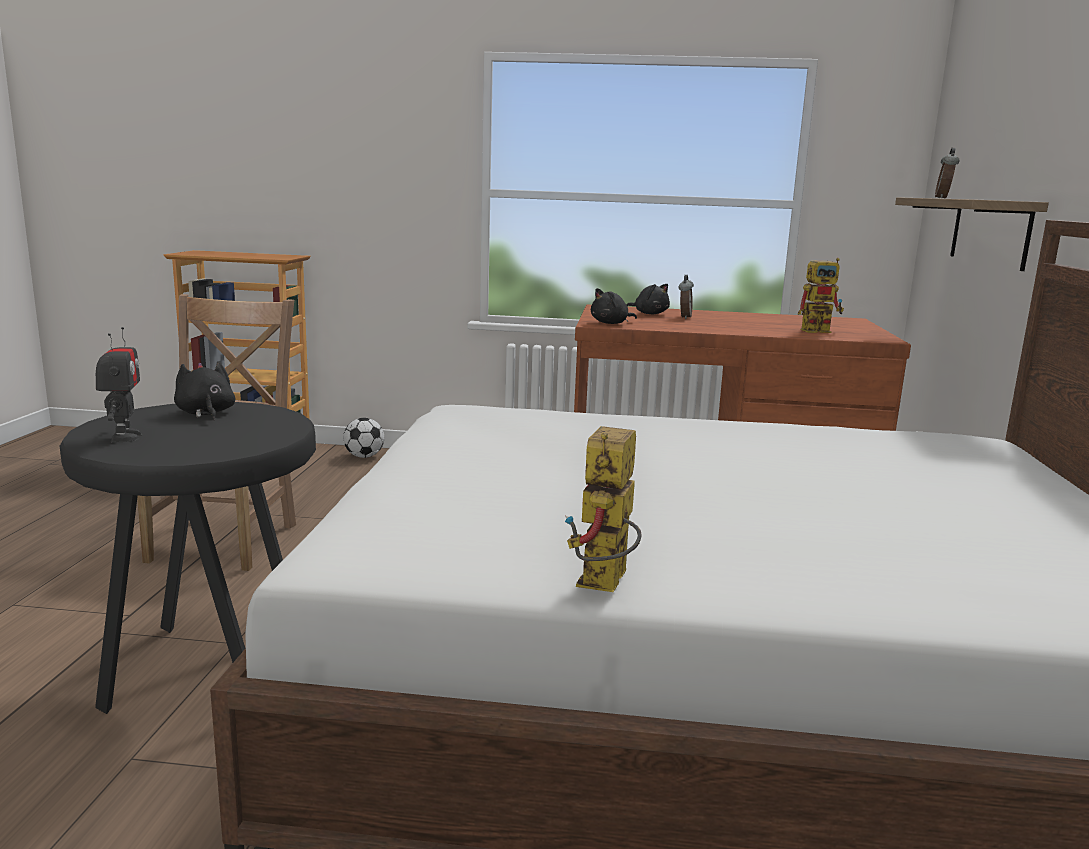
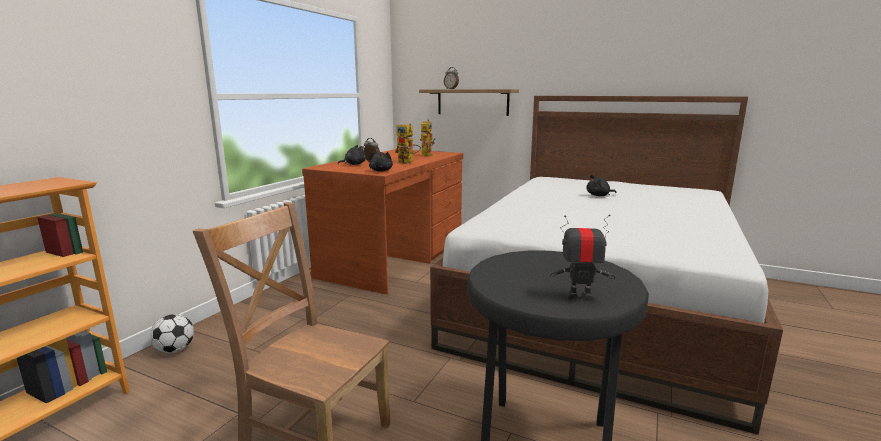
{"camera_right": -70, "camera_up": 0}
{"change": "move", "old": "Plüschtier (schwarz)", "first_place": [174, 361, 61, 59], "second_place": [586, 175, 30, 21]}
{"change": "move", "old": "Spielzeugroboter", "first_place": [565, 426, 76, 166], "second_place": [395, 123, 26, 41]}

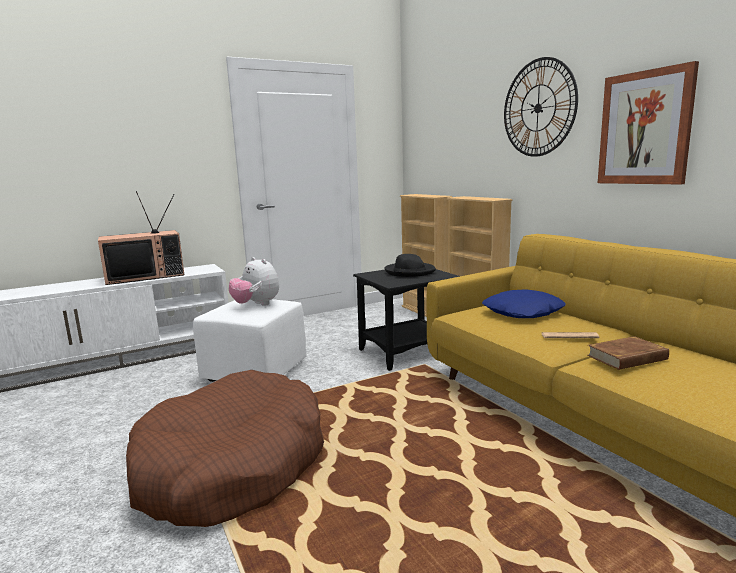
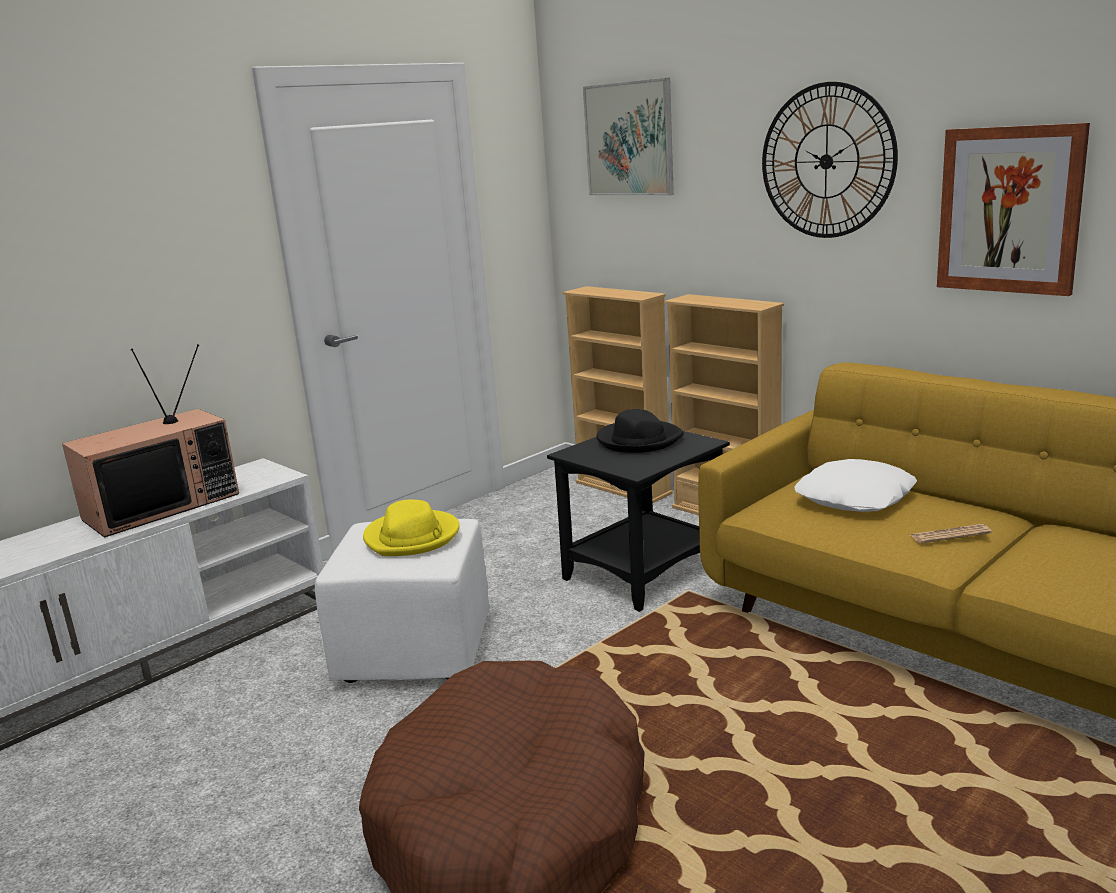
{"camera_right": -15, "camera_up": 5}
{"change": "replace", "old": "Plüschtier", "new": "Hut (gelb)", "first_place": [229, 257, 50, 49], "second_place": [363, 500, 97, 56]}
{"change": "recolor", "old": "Kissen (blau)", "new": "Kissen (weiß)", "first_place": [482, 289, 84, 29], "second_place": [794, 459, 123, 53]}
{"change": "delete", "old": "Buch (braun)", "first_place": [587, 336, 82, 34]}
{"change": "insert", "new": "Bild", "second_place": [583, 78, 91, 118]}

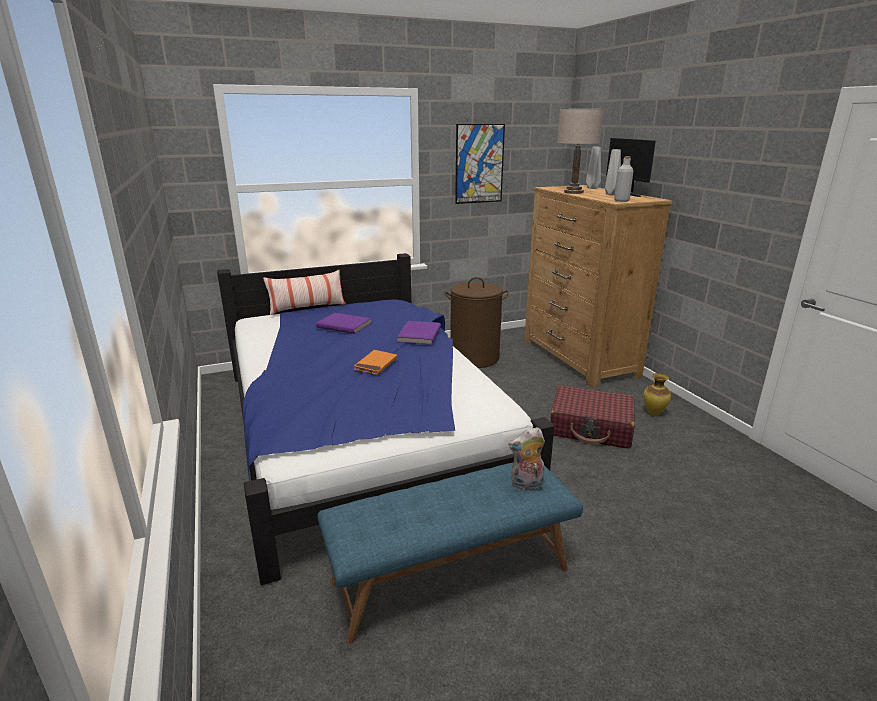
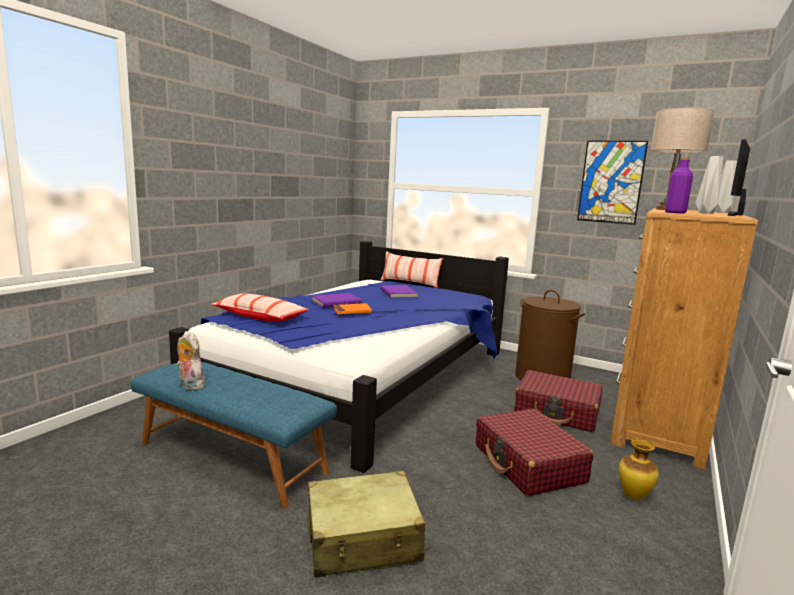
{"camera_right": 50, "camera_up": -10}
{"change": "recolor", "old": "Flasche (grau)", "new": "Flasche (lila)", "first_place": [614, 157, 20, 45], "second_place": [665, 157, 28, 57]}
{"change": "move", "old": "Buch (lila)", "first_place": [397, 321, 44, 24], "second_place": [312, 293, 50, 15]}
{"change": "move", "old": "Plüschtier", "first_place": [508, 427, 37, 63], "second_place": [176, 331, 29, 59]}
{"change": "insert", "new": "Kissen", "second_place": [211, 294, 98, 28]}
{"change": "insert", "new": "Koffer (rot)", "second_place": [514, 370, 88, 62]}
{"change": "insert", "new": "Koffer (beige)", "second_place": [307, 471, 118, 106]}

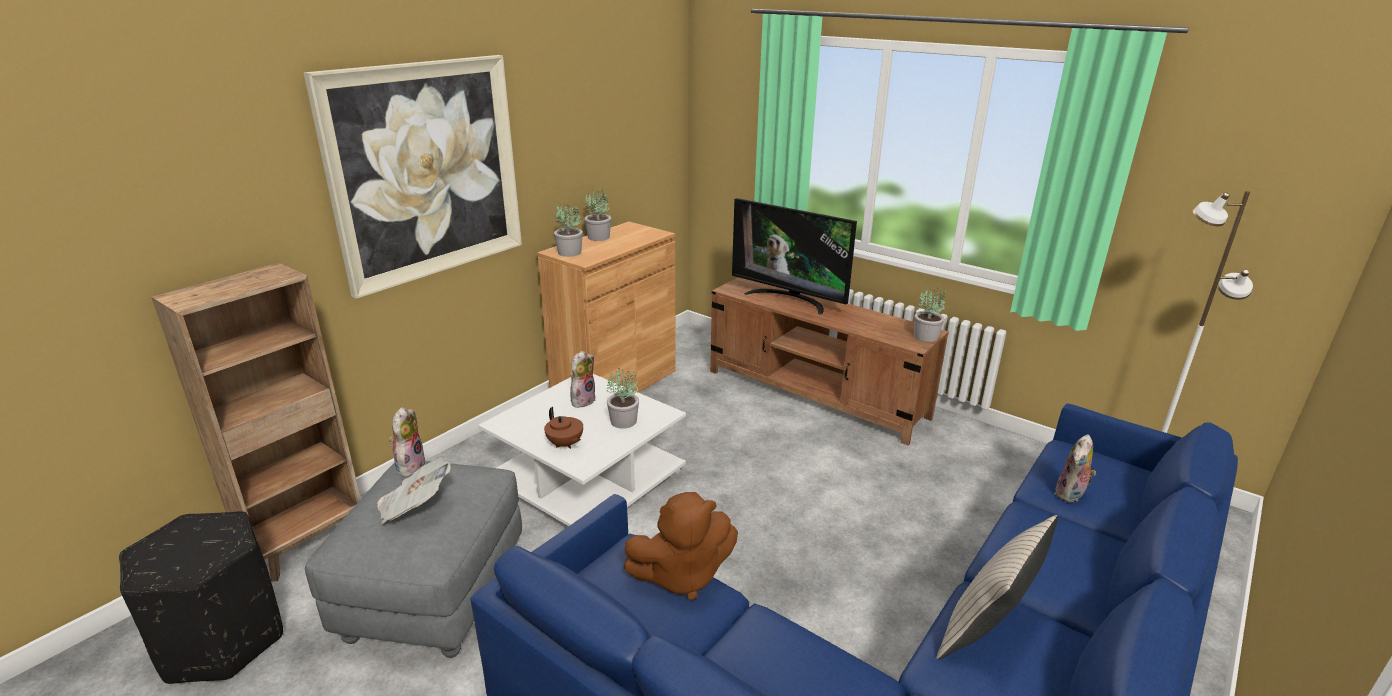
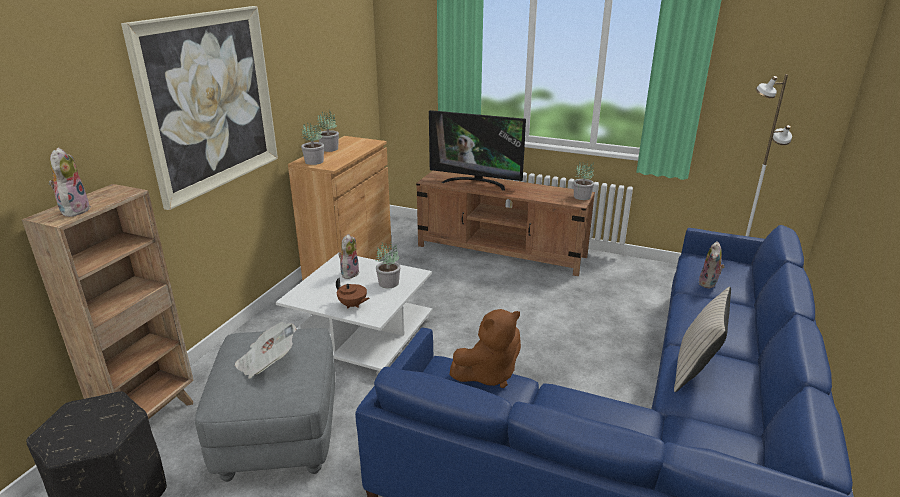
{"camera_right": -15, "camera_up": 0}
{"change": "move", "old": "Plüschtier", "first_place": [389, 407, 37, 70], "second_place": [49, 147, 42, 70]}

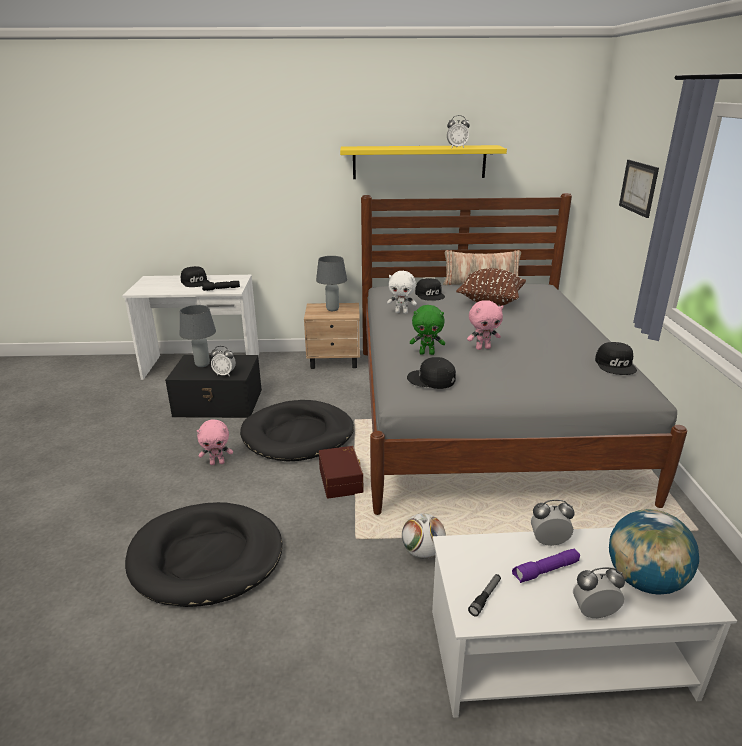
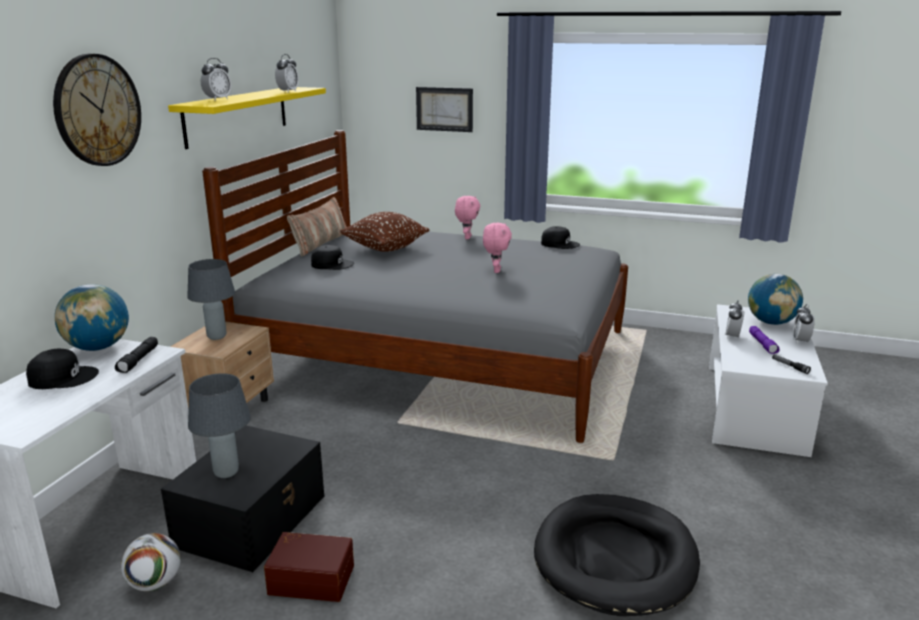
{"camera_right": -70, "camera_up": -5}
{"change": "delete", "old": "Plüschtier (weiß)", "first_place": [387, 271, 30, 43]}
{"change": "delete", "old": "Plüschtier (grün)", "first_place": [410, 305, 35, 50]}
{"change": "move", "old": "Wecker", "first_place": [211, 346, 25, 31], "second_place": [200, 58, 32, 42]}
{"change": "delete", "old": "Kappe (schwarz)", "first_place": [407, 357, 49, 32]}
{"change": "delete", "old": "Hundebett (schwarz)", "first_place": [240, 400, 114, 62]}
{"change": "move", "old": "Plüschtier (rosa)", "first_place": [197, 419, 36, 46], "second_place": [455, 196, 25, 43]}
{"change": "move", "old": "Aufbewahrungsbox (braun)", "first_place": [319, 446, 44, 53], "second_place": [264, 532, 90, 70]}
{"change": "move", "old": "Fußball", "first_place": [402, 513, 44, 46], "second_place": [121, 533, 60, 58]}
{"change": "insert", "new": "Wanduhr", "second_place": [53, 54, 88, 112]}
{"change": "insert", "new": "Globus", "second_place": [55, 284, 74, 67]}

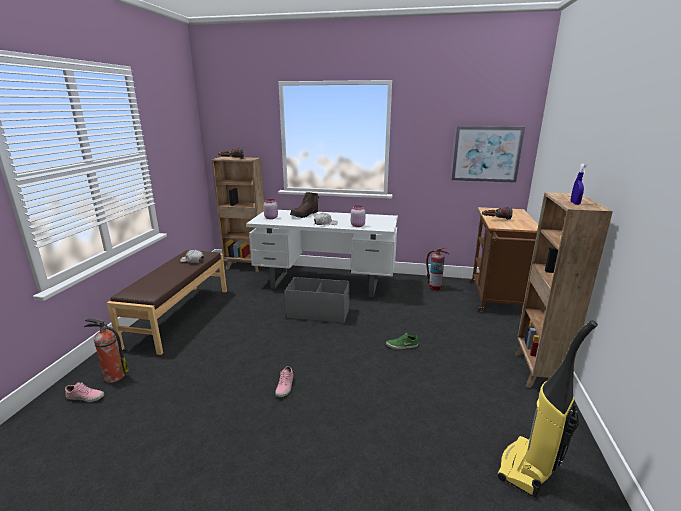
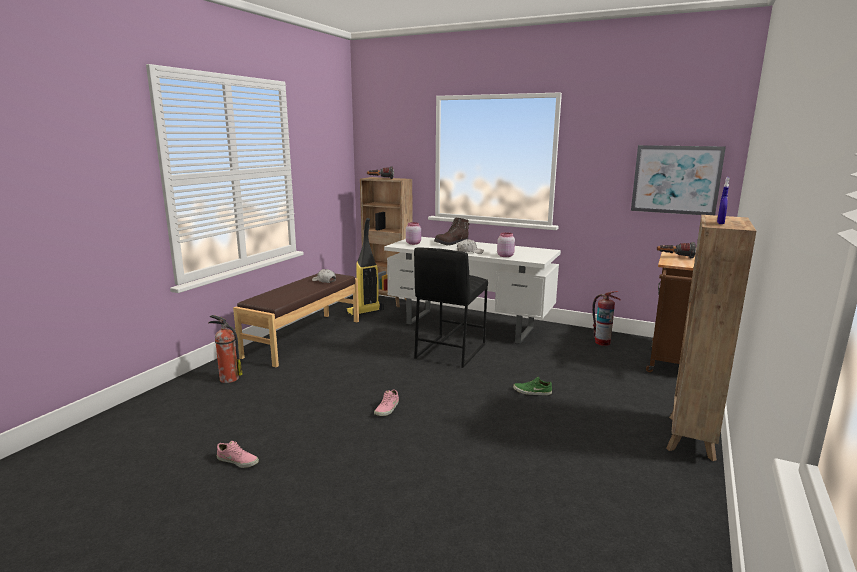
{"camera_right": 15, "camera_up": -5}
{"change": "replace", "old": "Aufbewahrungsbox (grau)", "new": "Hocker (schwarz)", "first_place": [285, 277, 64, 46], "second_place": [414, 247, 74, 121]}
{"change": "move", "old": "Staubsauger", "first_place": [497, 320, 101, 178], "second_place": [345, 218, 39, 98]}
{"change": "move", "old": "Schuh (rosa)", "first_place": [65, 382, 39, 20], "second_place": [217, 441, 42, 27]}

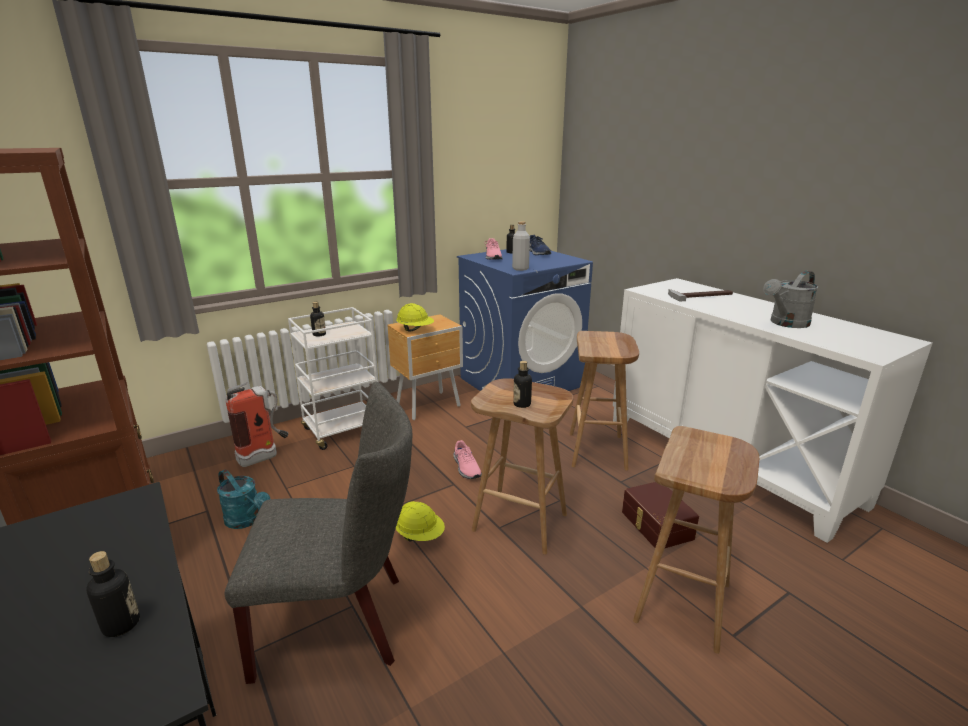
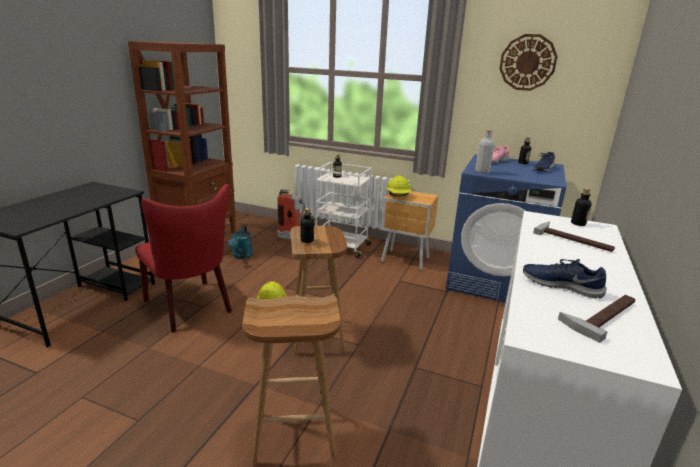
{"camera_right": 55, "camera_up": 0}
{"change": "replace", "old": "Gießkanne (grau)", "new": "Schuh (blau)", "first_place": [763, 271, 55, 57], "second_place": [523, 259, 84, 40]}
{"change": "delete", "old": "Hocker (braun)", "first_place": [570, 331, 69, 140]}
{"change": "recolor", "old": "Stuhl (grau)", "new": "Stuhl (rot)", "first_place": [224, 382, 188, 302], "second_place": [135, 184, 97, 148]}
{"change": "delete", "old": "Schuh (rosa)", "first_place": [453, 440, 29, 39]}
{"change": "delete", "old": "Aufbewahrungsbox (braun)", "first_place": [622, 482, 77, 66]}
{"change": "move", "old": "Flasche", "first_place": [86, 551, 54, 86], "second_place": [571, 188, 21, 38]}
{"change": "insert", "new": "Wanduhr", "second_place": [499, 34, 59, 57]}
{"change": "insert", "new": "Hammer", "second_place": [558, 295, 77, 48]}

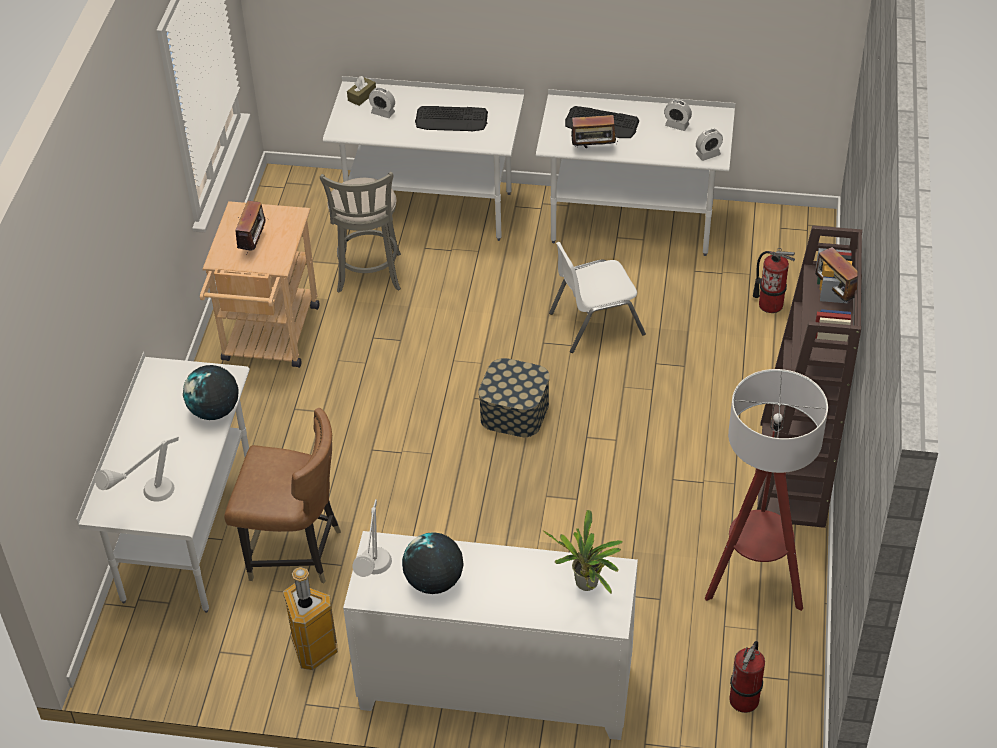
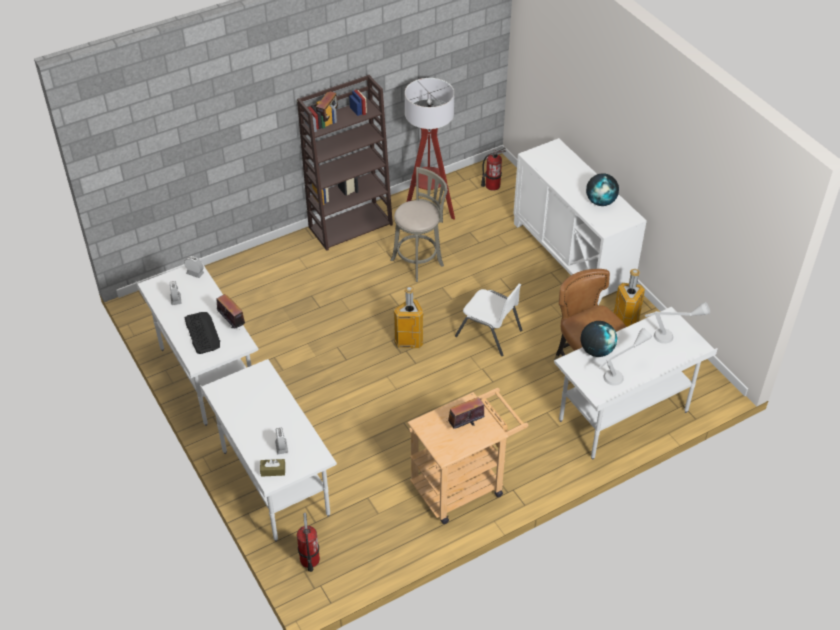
{"camera_right": -130, "camera_up": 0}
{"change": "delete", "old": "Tastatur", "first_place": [415, 106, 73, 25]}
{"change": "move", "old": "Hocker (grau)", "first_place": [320, 172, 81, 121], "second_place": [390, 167, 58, 115]}
{"change": "move", "old": "Stuhl (weiß)", "first_place": [549, 242, 97, 111], "second_place": [455, 283, 67, 73]}
{"change": "move", "old": "Feuerlöscher", "first_place": [753, 248, 42, 65], "second_place": [297, 513, 23, 59]}
{"change": "replace", "old": "Aufbewahrungsbox", "new": "Mülleimer", "first_place": [479, 358, 71, 79], "second_place": [393, 286, 31, 62]}
{"change": "move", "old": "Tischlampe (grau)", "first_place": [352, 499, 40, 78], "second_place": [599, 328, 53, 58]}
{"change": "delete", "old": "Topfpflanze", "first_place": [543, 510, 80, 84]}

